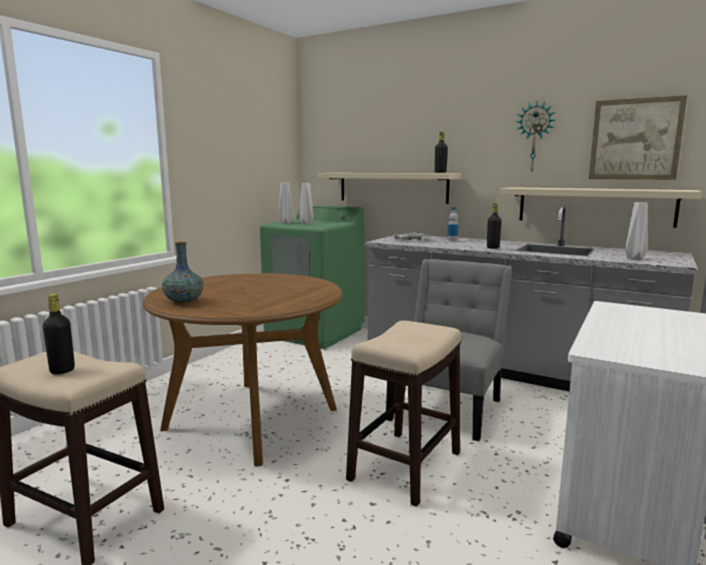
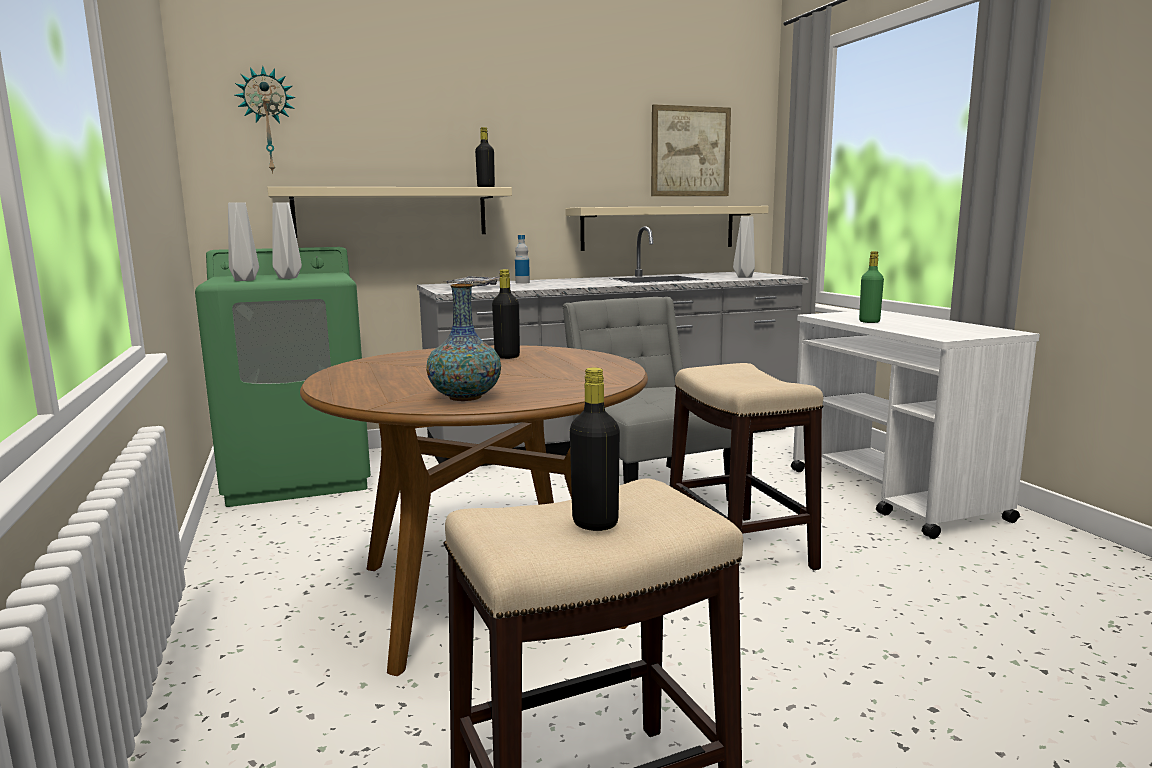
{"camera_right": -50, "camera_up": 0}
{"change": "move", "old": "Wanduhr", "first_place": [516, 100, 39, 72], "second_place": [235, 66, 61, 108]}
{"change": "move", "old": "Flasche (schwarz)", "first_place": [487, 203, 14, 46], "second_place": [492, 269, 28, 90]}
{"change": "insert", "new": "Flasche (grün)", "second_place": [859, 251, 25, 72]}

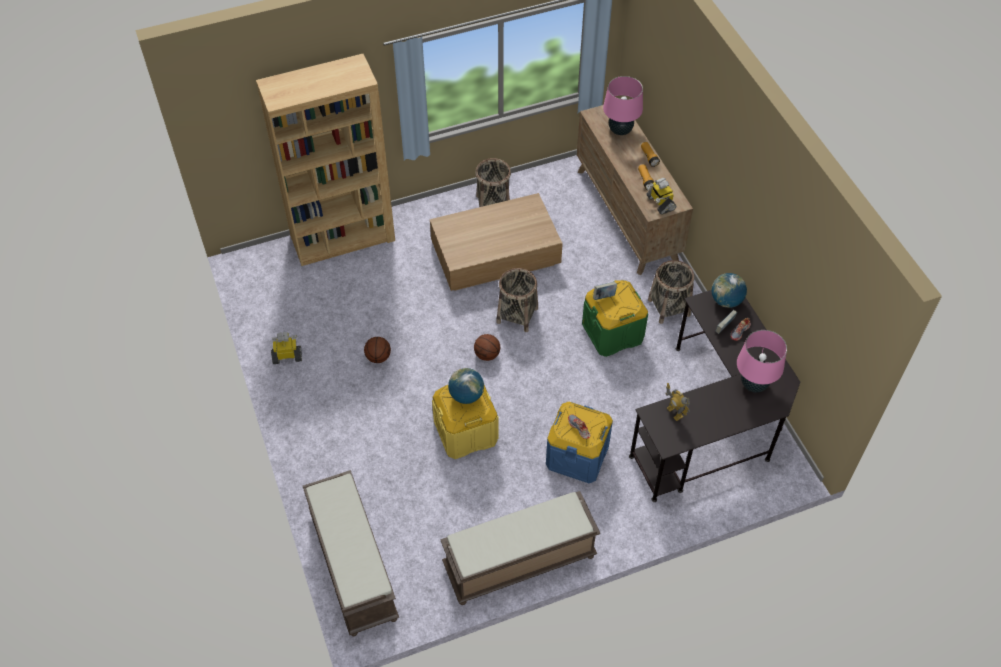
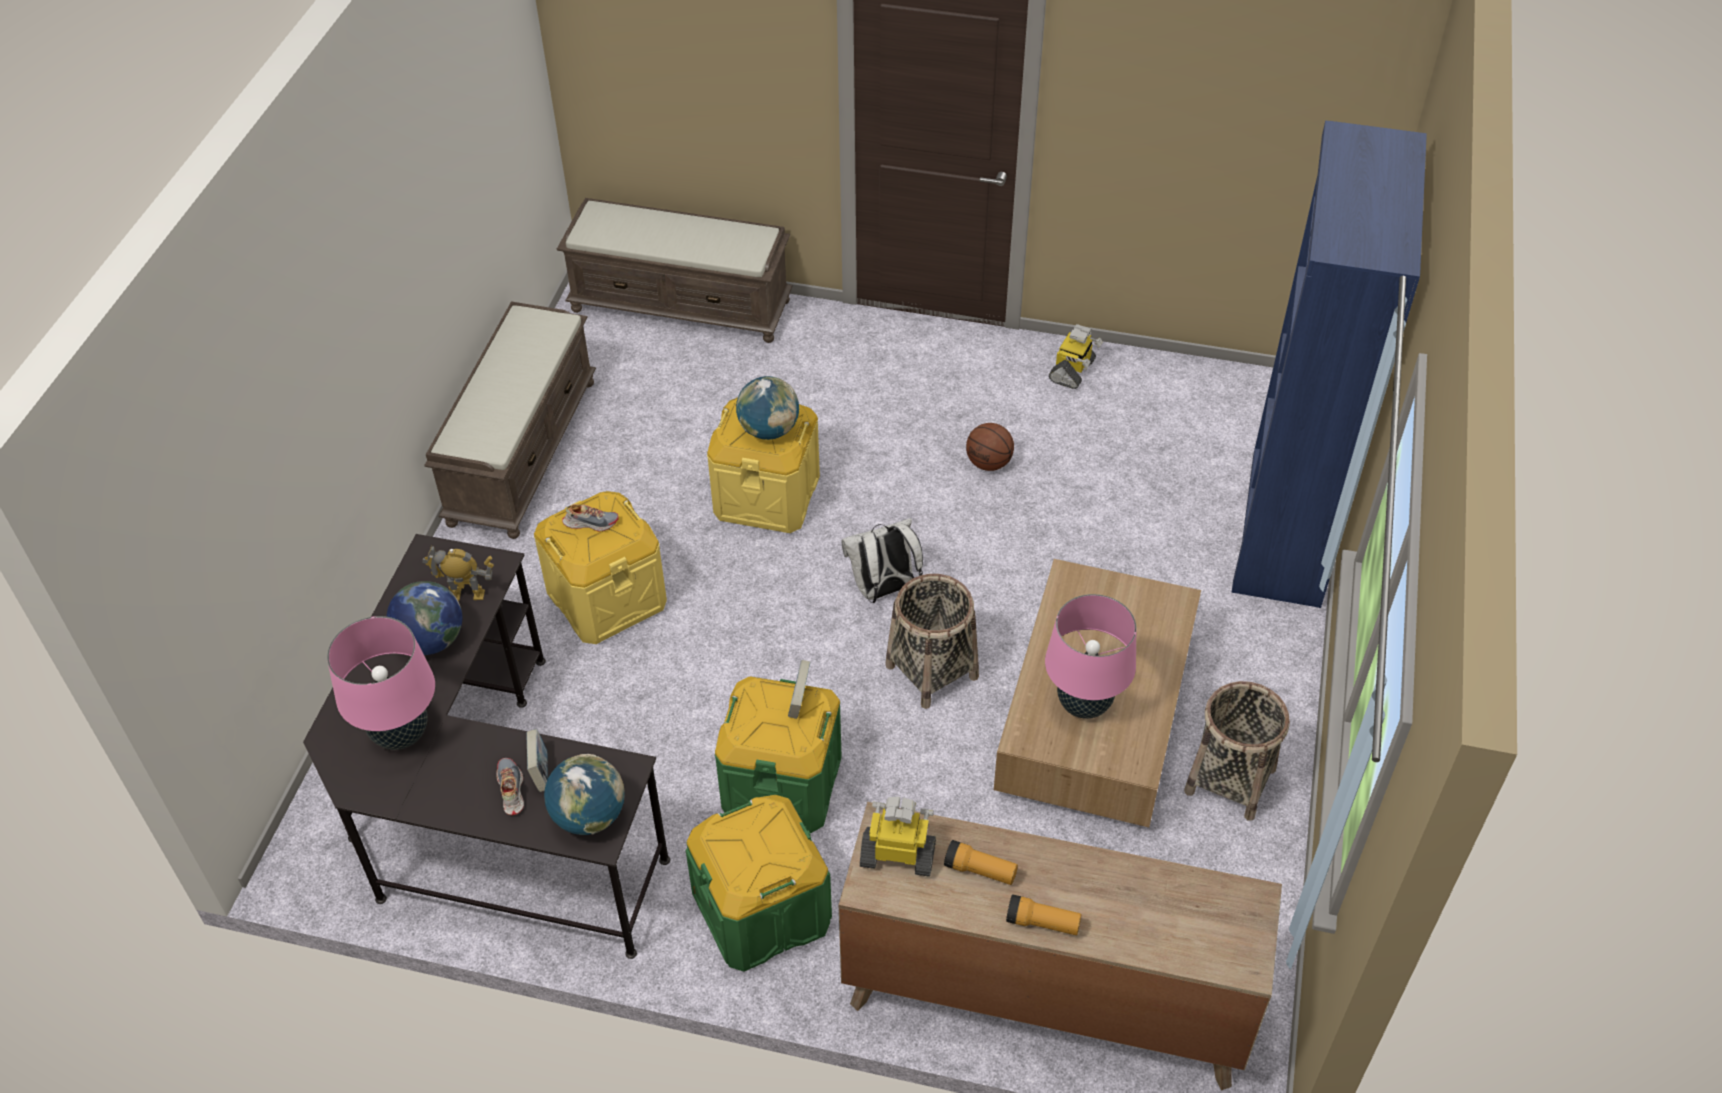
{"camera_right": 125, "camera_up": -5}
{"change": "recolor", "old": "Bücherregal (braun)", "new": "Bücherregal (blau)", "first_place": [256, 54, 139, 212], "second_place": [1232, 120, 195, 488]}
{"change": "move", "old": "Tischlampe (rosa)", "first_place": [603, 76, 40, 59], "second_place": [1045, 594, 91, 125]}
{"change": "replace", "old": "Korb", "new": "Aufbewahrungsbox (grün)", "first_place": [648, 260, 46, 64], "second_place": [686, 795, 146, 177]}
{"change": "replace", "old": "Basketball", "new": "Rucksack (weiß)", "first_place": [474, 334, 26, 27], "second_place": [841, 518, 82, 85]}
{"change": "recolor", "old": "Aufbewahrungsbox (blau)", "new": "Aufbewahrungsbox (gelb)", "first_place": [546, 402, 67, 81], "second_place": [534, 491, 133, 153]}
{"change": "insert", "new": "Globus", "second_place": [386, 581, 76, 74]}

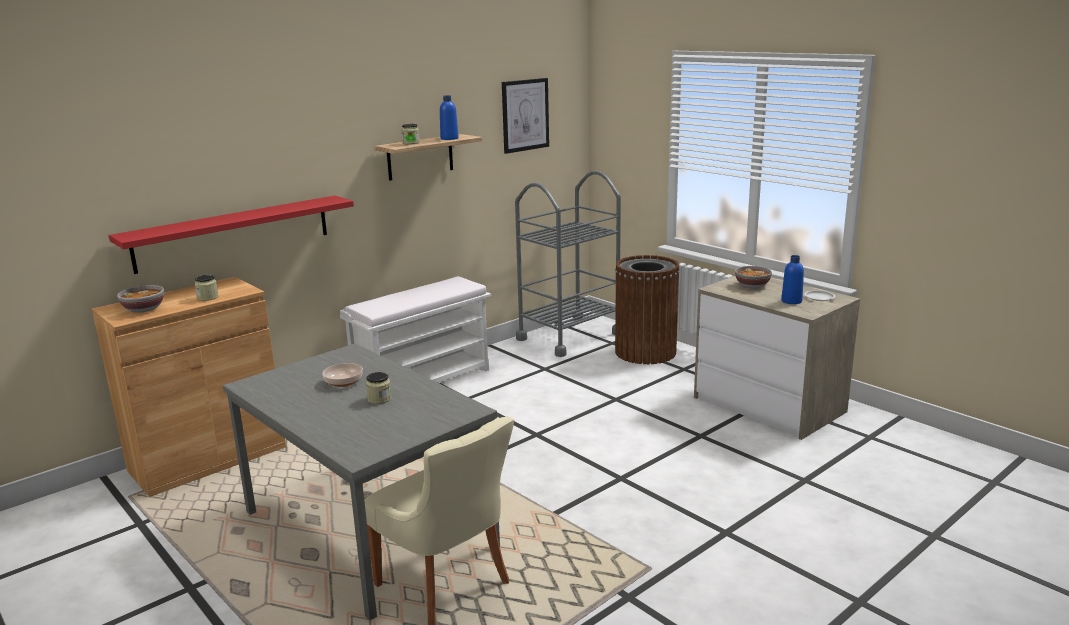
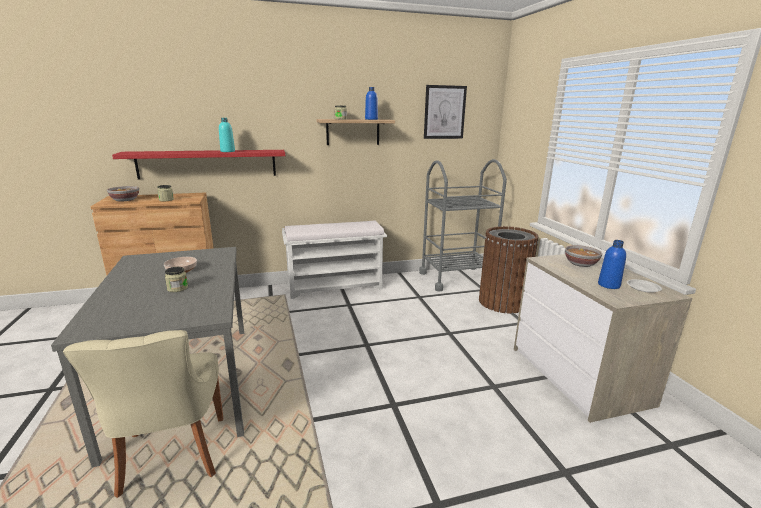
{"camera_right": 25, "camera_up": 0}
{"change": "insert", "new": "Flasche (türkis)", "second_place": [219, 118, 16, 34]}

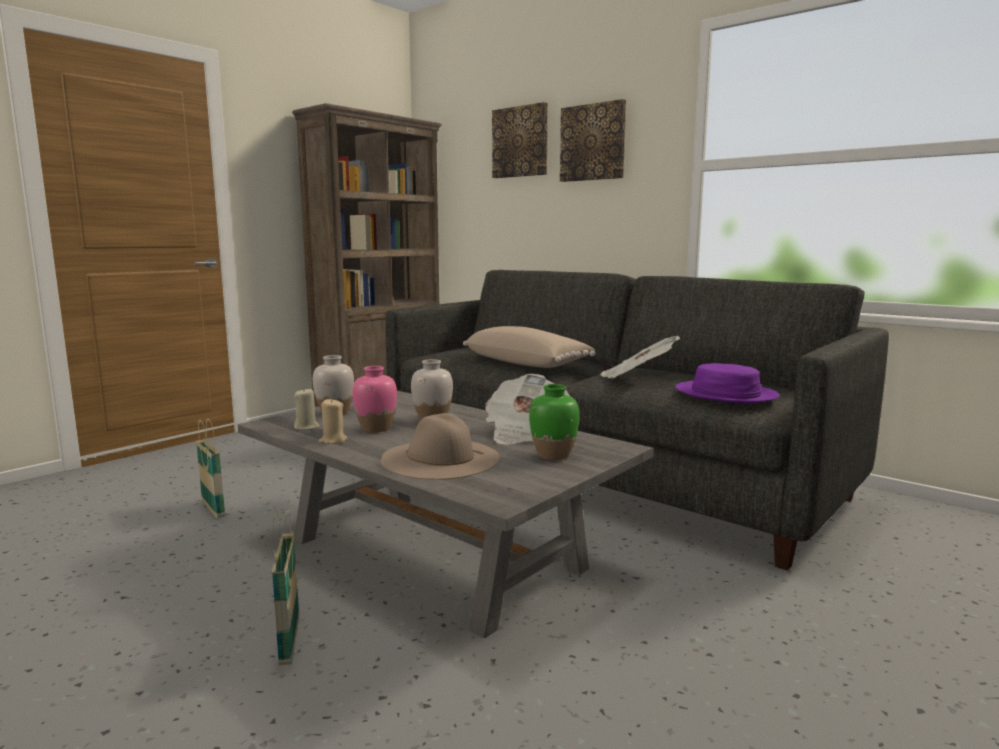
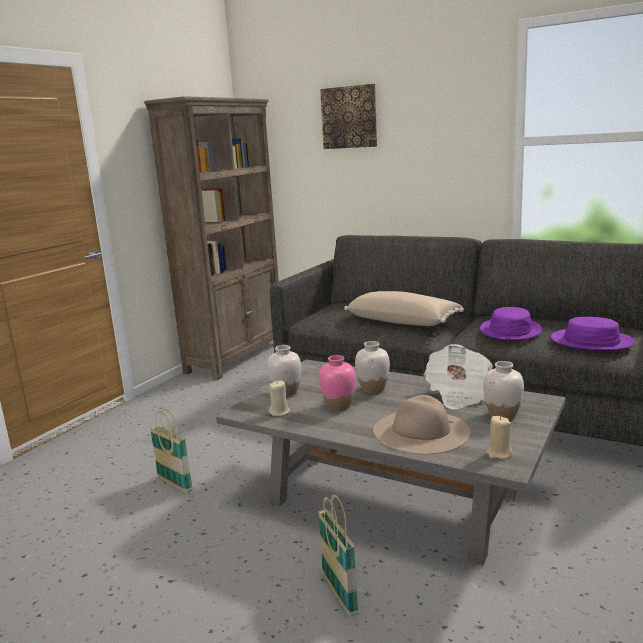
{"camera_right": -10, "camera_up": 5}
{"change": "delete", "old": "Bild", "first_place": [560, 99, 66, 83]}
{"change": "replace", "old": "Zeitung", "new": "Hut (lila)", "first_place": [600, 336, 80, 43], "second_place": [480, 307, 62, 33]}
{"change": "recolor", "old": "Vase (grün)", "new": "Vase (weiß)", "first_place": [529, 384, 50, 76], "second_place": [483, 361, 41, 59]}
{"change": "move", "old": "Kerze (beige)", "first_place": [319, 398, 28, 46], "second_place": [486, 416, 27, 43]}

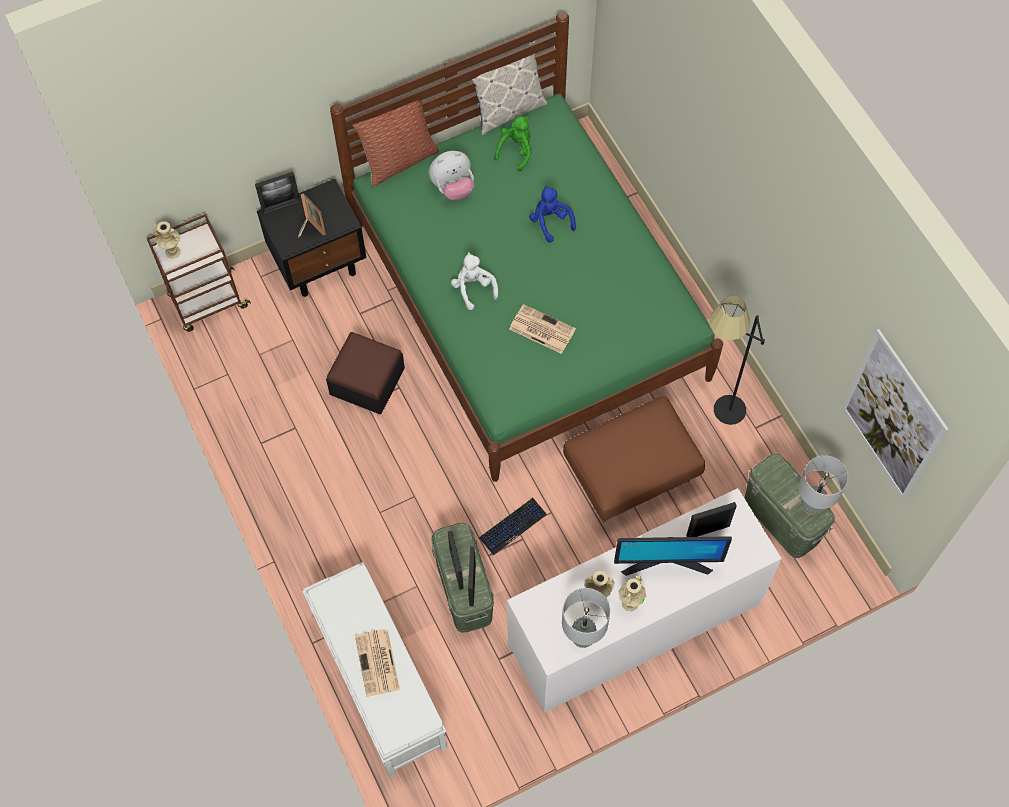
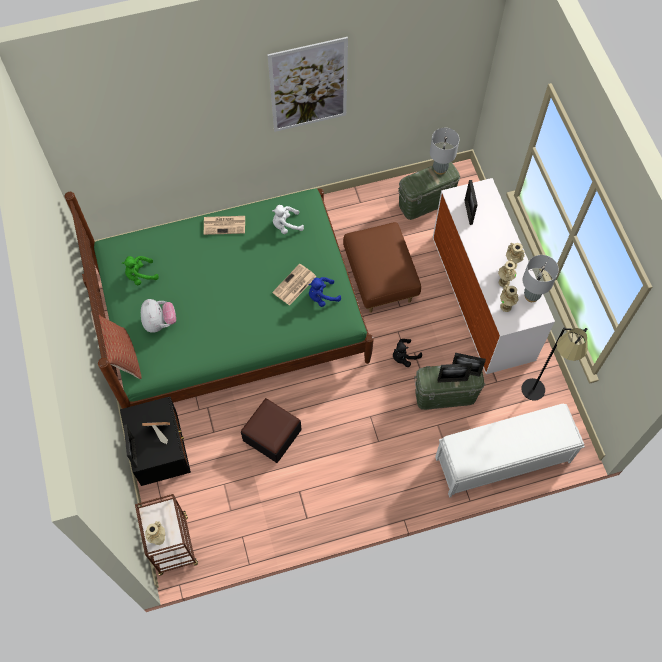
{"camera_right": -80, "camera_up": 0}
{"change": "delete", "old": "Kissen", "first_place": [472, 41, 75, 94]}
{"change": "rotate", "old": "Plüschtier (grün)", "first_place": [494, 116, 38, 56], "second_place": [122, 256, 37, 29], "degrees": -60}
{"change": "move", "old": "Plüschtier (blau)", "first_place": [529, 186, 47, 57], "second_place": [308, 277, 33, 30]}
{"change": "move", "old": "Plüschtier (weiß)", "first_place": [451, 252, 47, 58], "second_place": [272, 205, 32, 29]}
{"change": "move", "old": "Stehlampe (schwarz)", "first_place": [709, 296, 56, 129], "second_place": [521, 328, 67, 73]}
{"change": "move", "old": "Bild", "first_place": [842, 329, 106, 171], "second_place": [267, 37, 81, 95]}
{"change": "replace", "old": "Tastatur", "new": "Plüschtier (schwarz)", "first_place": [479, 498, 68, 57], "second_place": [393, 339, 29, 28]}
{"change": "delete", "old": "Monitor", "first_place": [614, 536, 118, 40]}
{"change": "move", "old": "Zeitung", "first_place": [355, 629, 45, 68], "second_place": [204, 216, 41, 19]}
{"change": "insert", "new": "Vase (beige)", "second_place": [500, 285, 19, 27]}

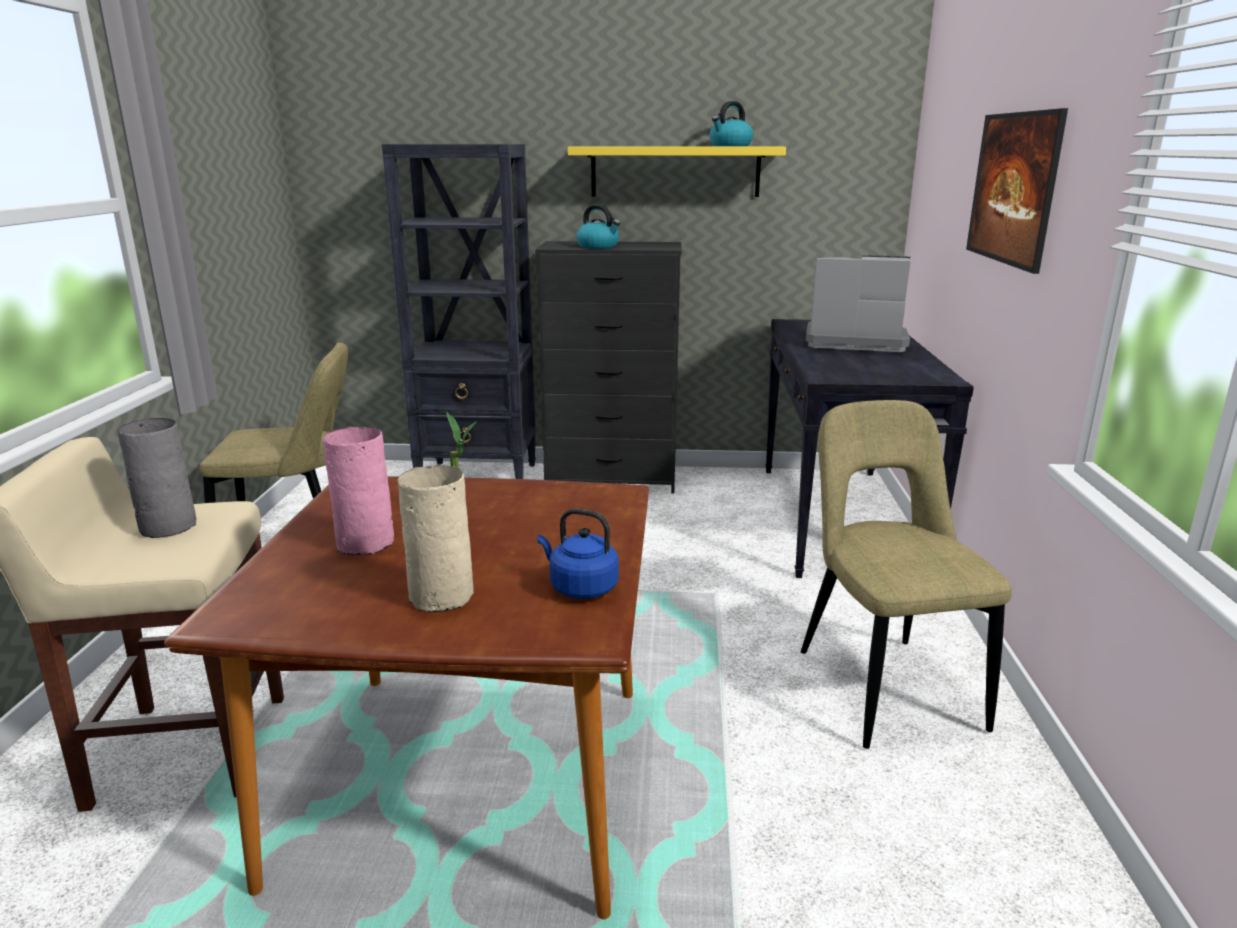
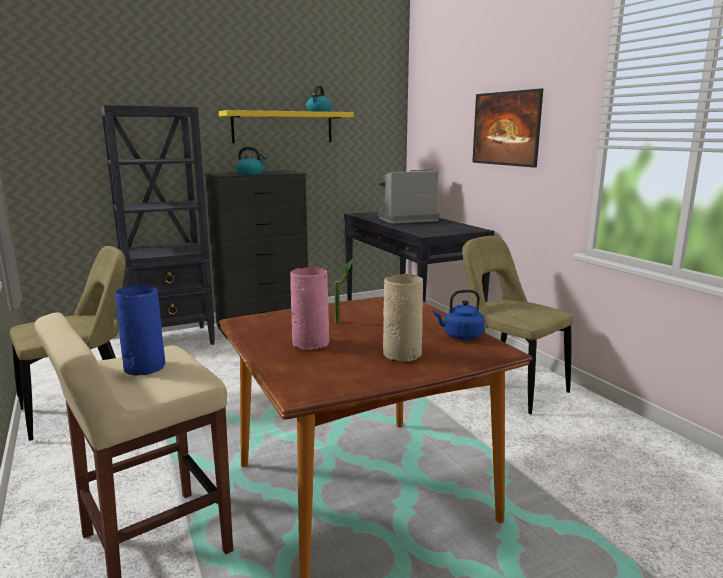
{"camera_right": -30, "camera_up": -5}
{"change": "recolor", "old": "Vase (grau)", "new": "Vase (blau)", "first_place": [117, 418, 79, 120], "second_place": [115, 285, 50, 90]}

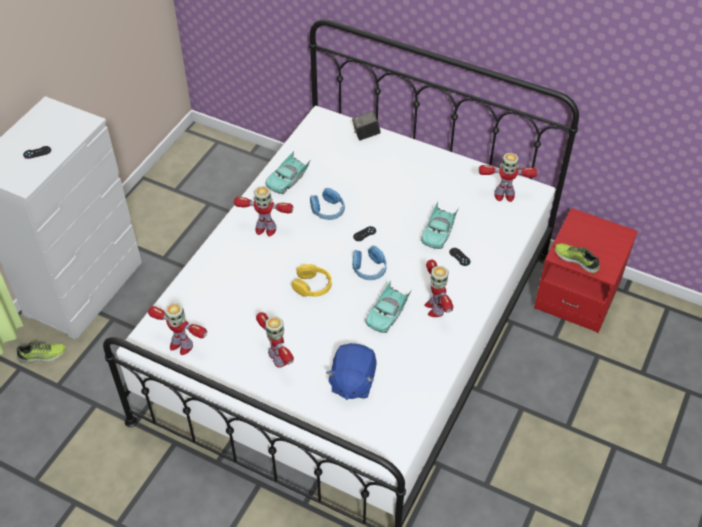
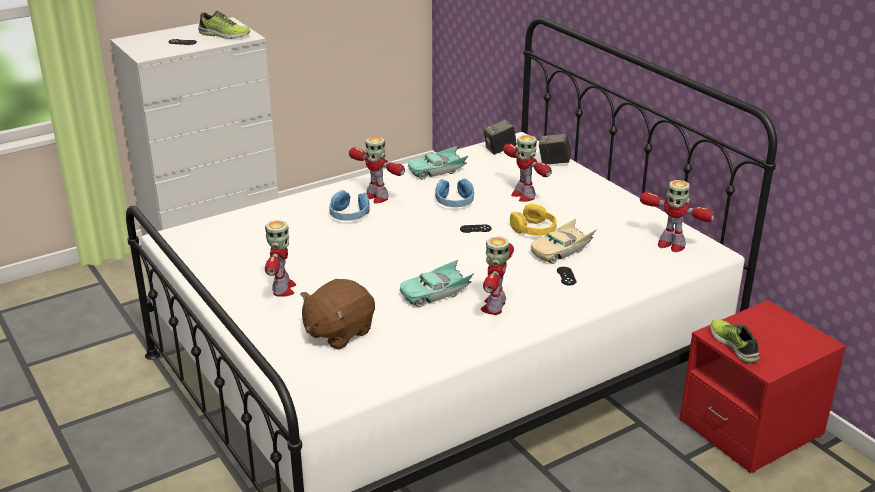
{"camera_right": 30, "camera_up": -20}
{"change": "recolor", "old": "Spielzeugauto (türkis)", "new": "Spielzeugauto (beige)", "first_place": [421, 201, 37, 48], "second_place": [531, 219, 66, 45]}
{"change": "move", "old": "Kopfhörer (blau)", "first_place": [352, 246, 35, 34], "second_place": [329, 190, 41, 31]}
{"change": "move", "old": "Kopfhörer (gelb)", "first_place": [291, 264, 41, 33], "second_place": [510, 204, 47, 32]}
{"change": "move", "old": "Spielzeugroboter", "first_place": [148, 303, 59, 52], "second_place": [503, 135, 49, 67]}
{"change": "move", "old": "Schuh", "first_place": [17, 342, 49, 22], "second_place": [198, 11, 52, 28]}
{"change": "recolor", "old": "Plüschtier (blau)", "new": "Plüschtier (braun)", "first_place": [326, 343, 51, 57], "second_place": [300, 279, 75, 70]}
{"change": "insert", "new": "Kamera", "second_place": [484, 119, 33, 36]}

